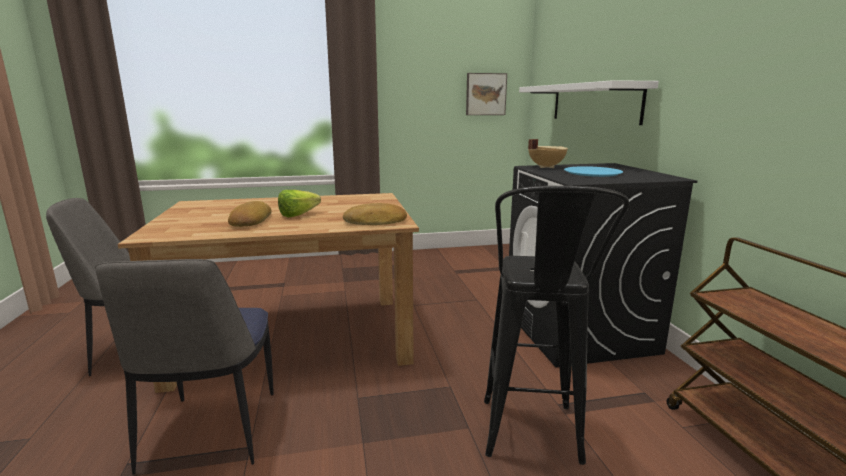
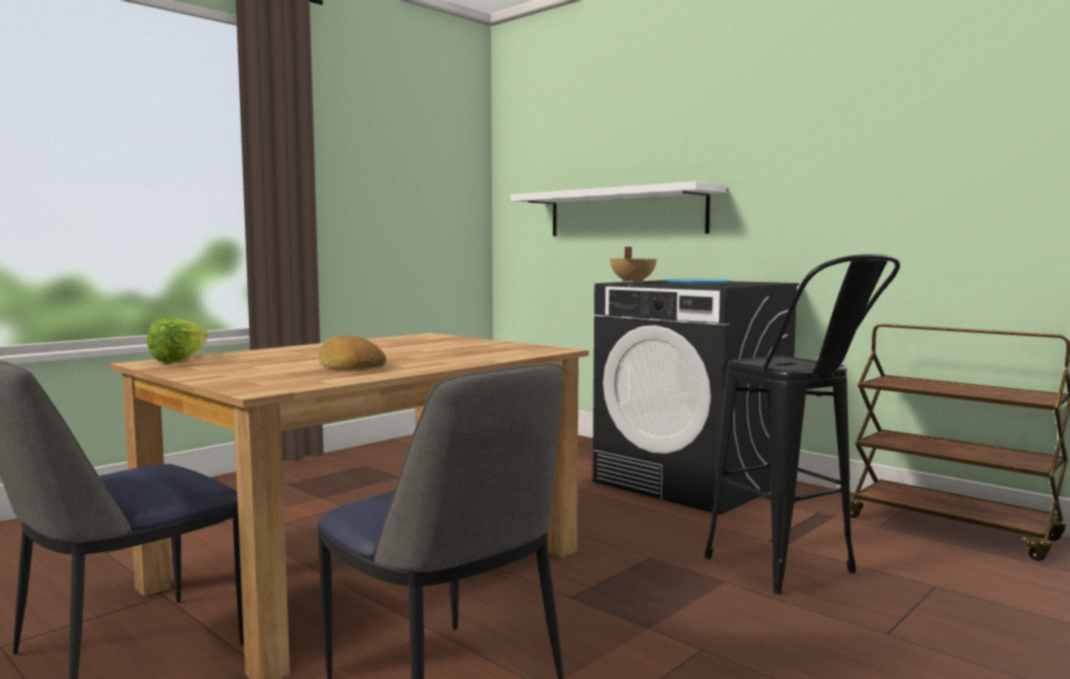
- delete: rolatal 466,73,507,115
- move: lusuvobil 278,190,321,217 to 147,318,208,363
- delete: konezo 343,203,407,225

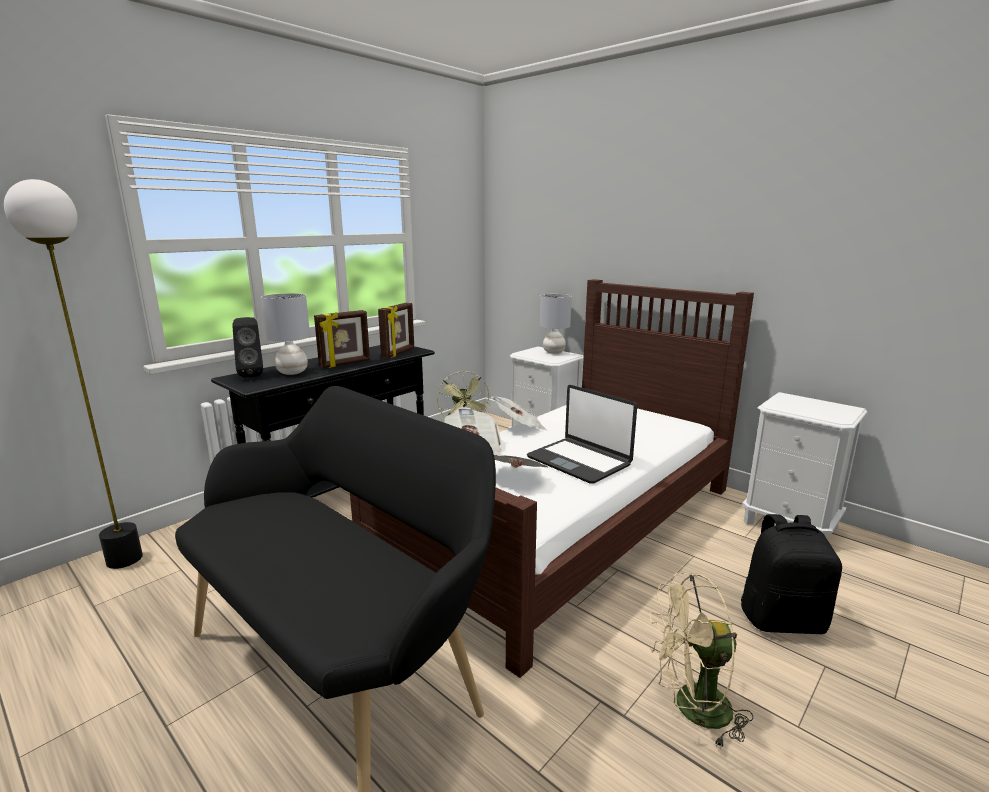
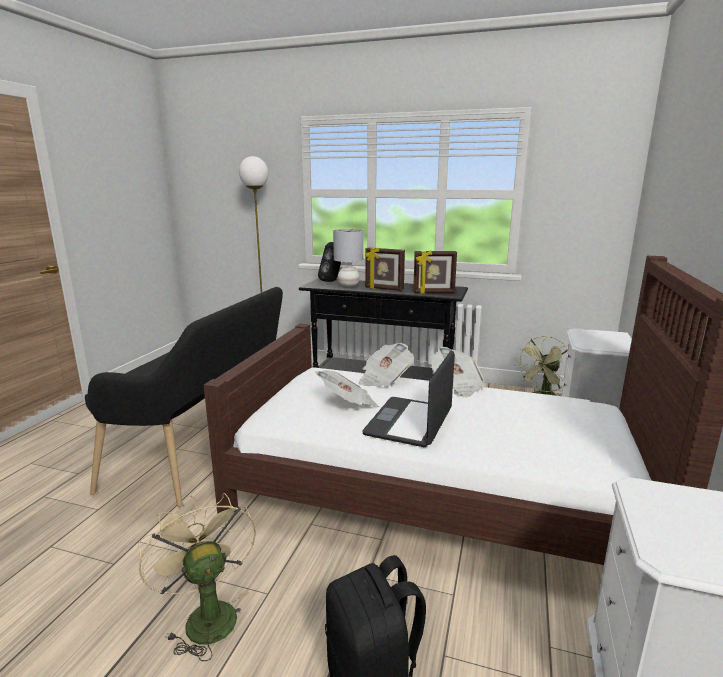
- delete: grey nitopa 540,294,572,354

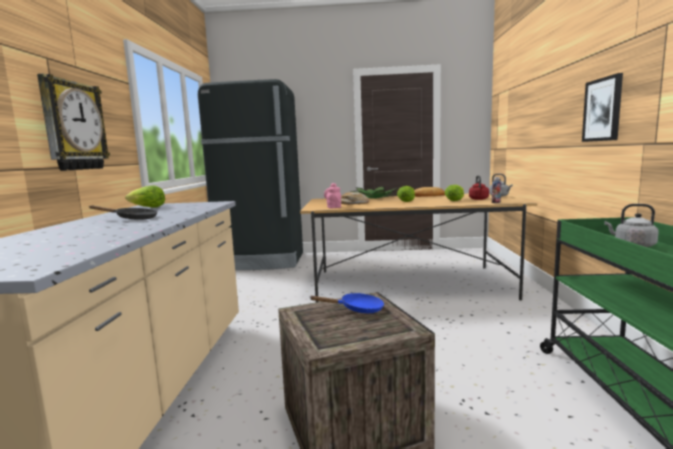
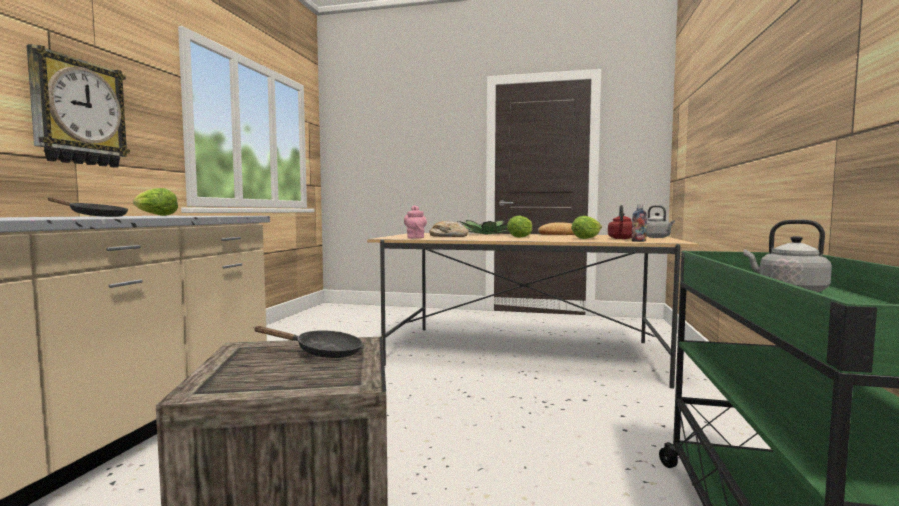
- delete: rolatal 582,73,623,142
- delete: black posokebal 198,79,303,270
- recolor: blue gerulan 309,293,384,313 to black gerulan 253,326,363,358

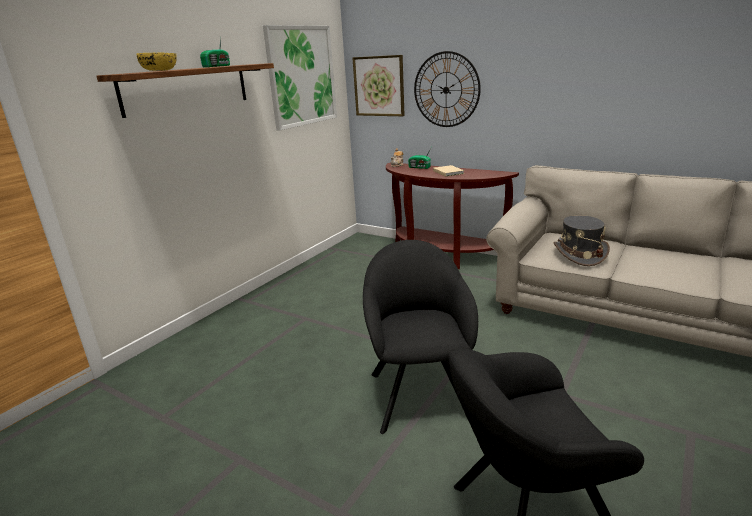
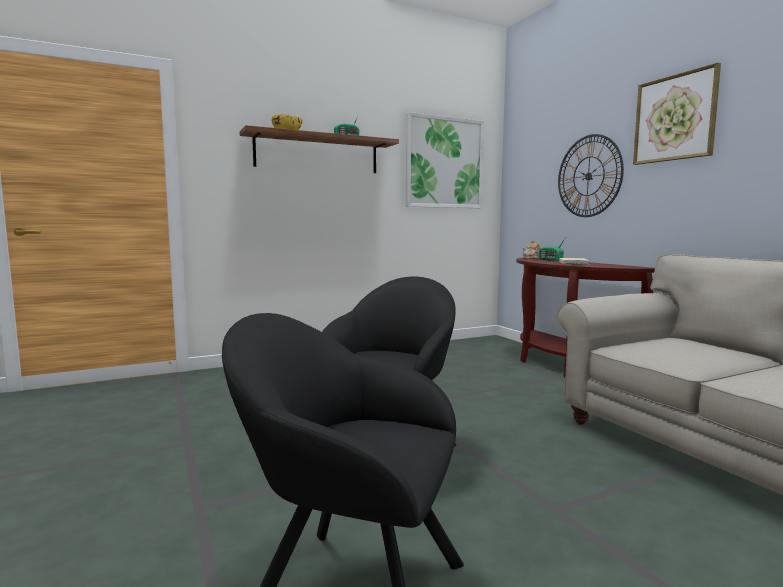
- move: rolatal 353,55,405,116 to 633,63,721,165
- delete: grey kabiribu 554,215,610,266

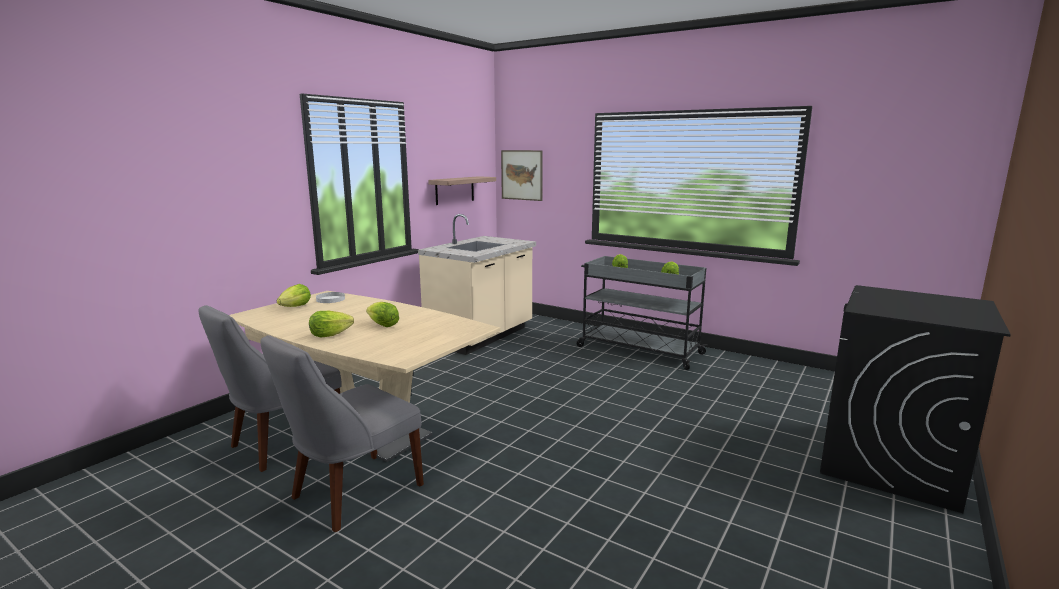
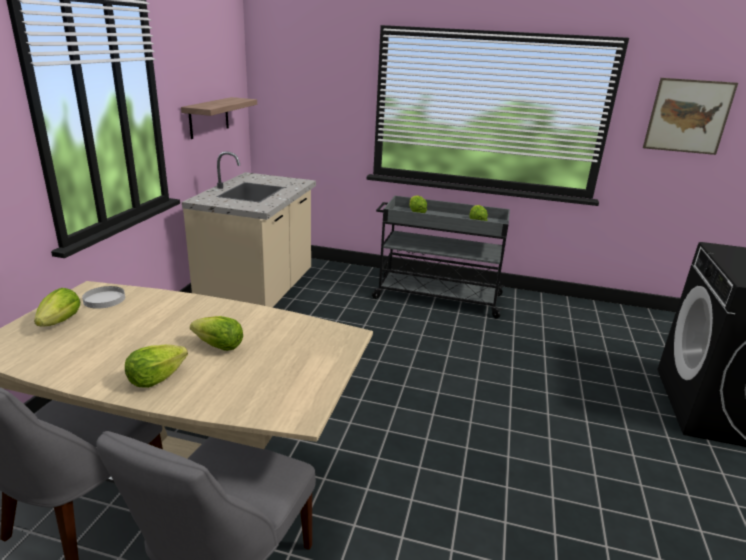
- move: rolatal 501,150,542,201 to 643,78,738,155

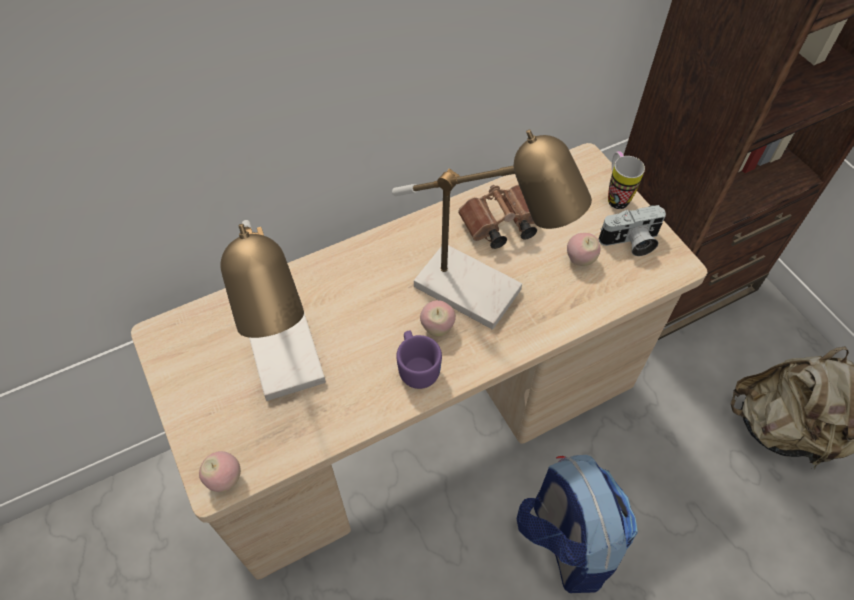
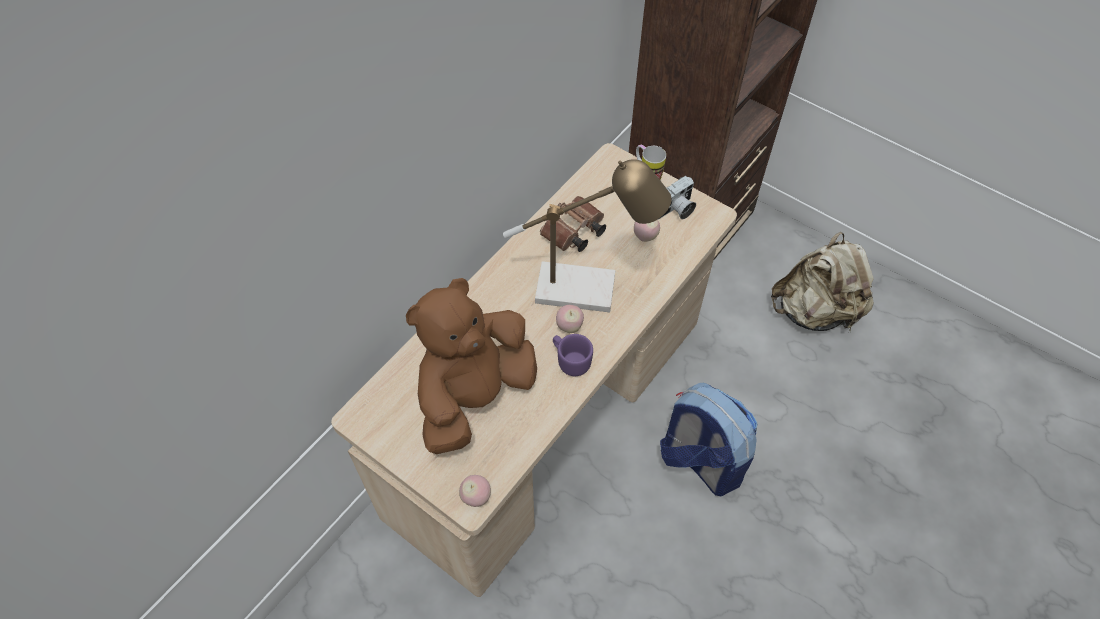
- replace: nitopa 220,220,326,401 to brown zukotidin 406,278,537,454

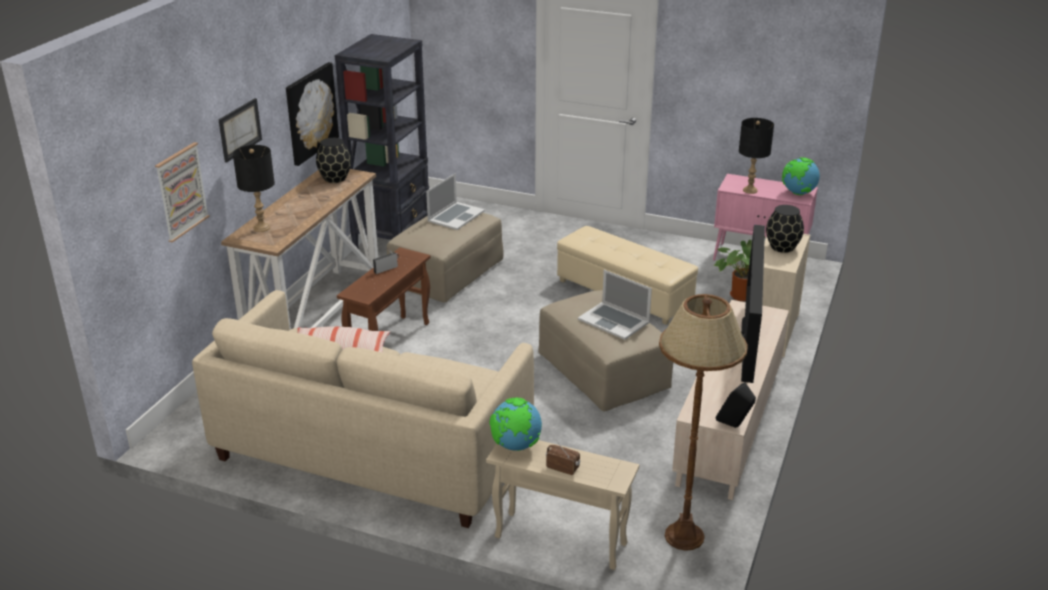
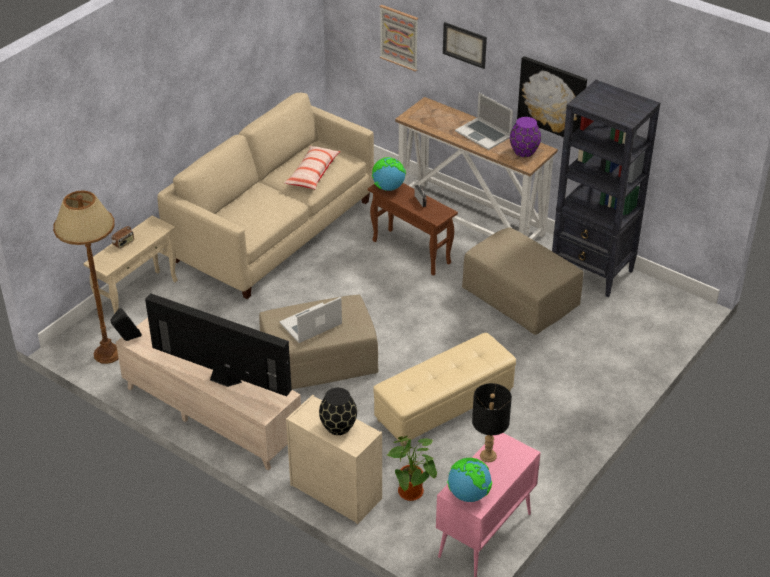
- recolor: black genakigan 316,138,351,183 to purple genakigan 510,117,541,157
- delete: black nitopa 233,145,275,232
- move: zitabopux 426,173,485,230 to 455,93,513,150
- move: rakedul 490,398,542,451 to 372,157,406,191

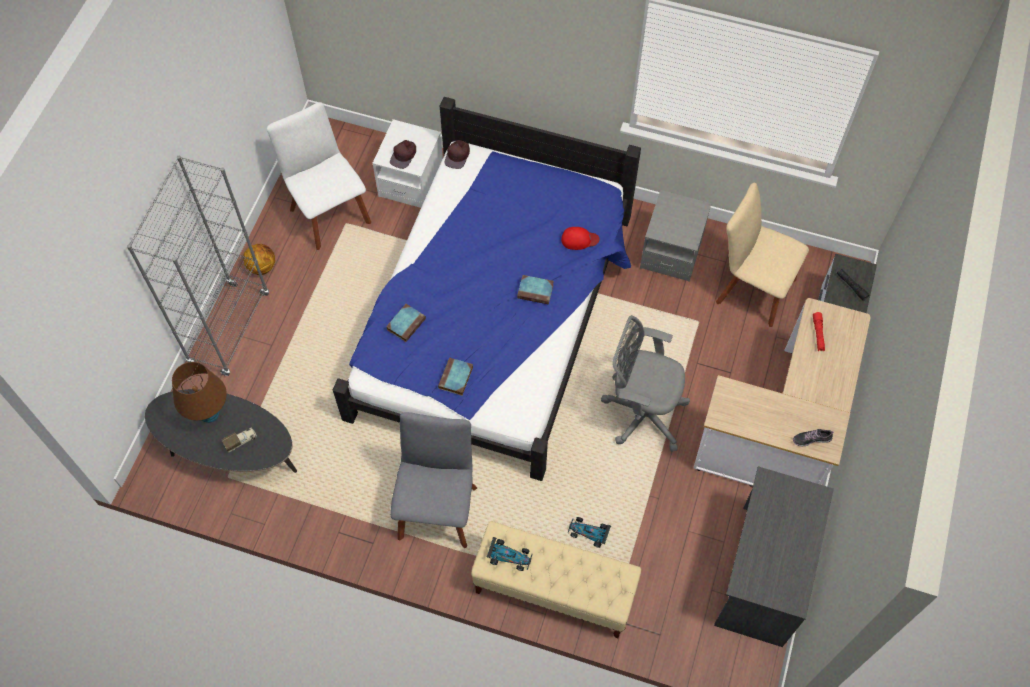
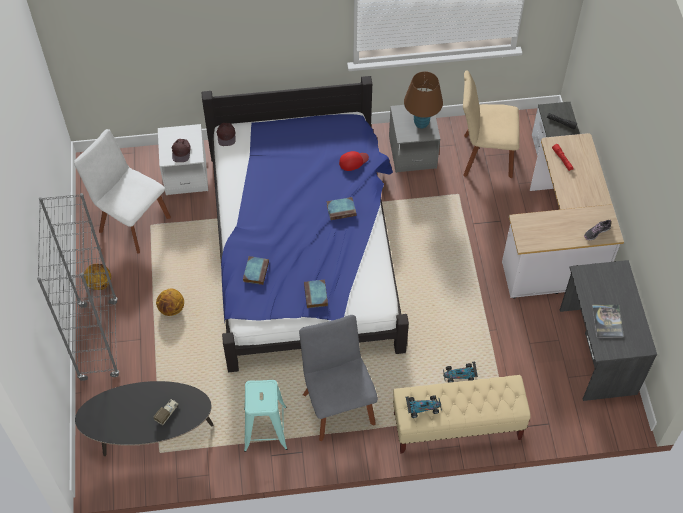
- delete: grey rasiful 601,315,690,452
- move: brown nitopa 172,362,227,423 to 404,71,443,129
- insert: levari 156,289,184,316
- insert: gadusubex 592,304,624,338
- insert: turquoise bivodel 244,380,288,452

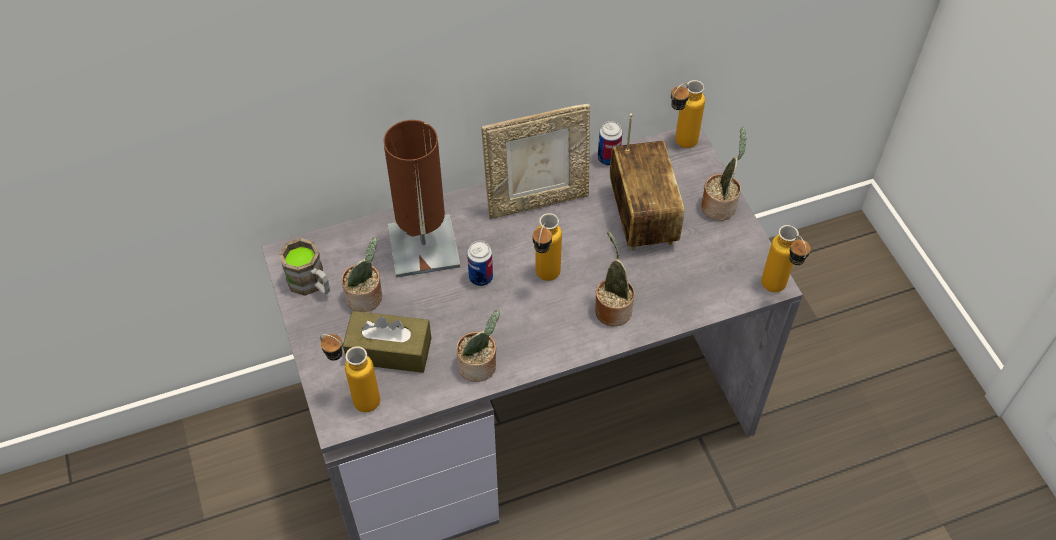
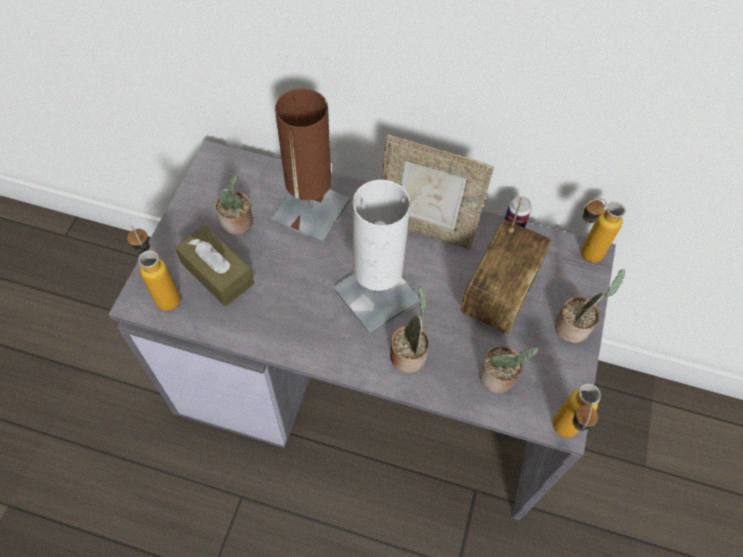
- replace: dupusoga 532,213,562,281 to white nitopa 333,180,420,334
- delete: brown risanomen 279,238,330,296
- delete: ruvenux 467,241,493,286
- move: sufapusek 456,310,500,382 to 479,346,539,393

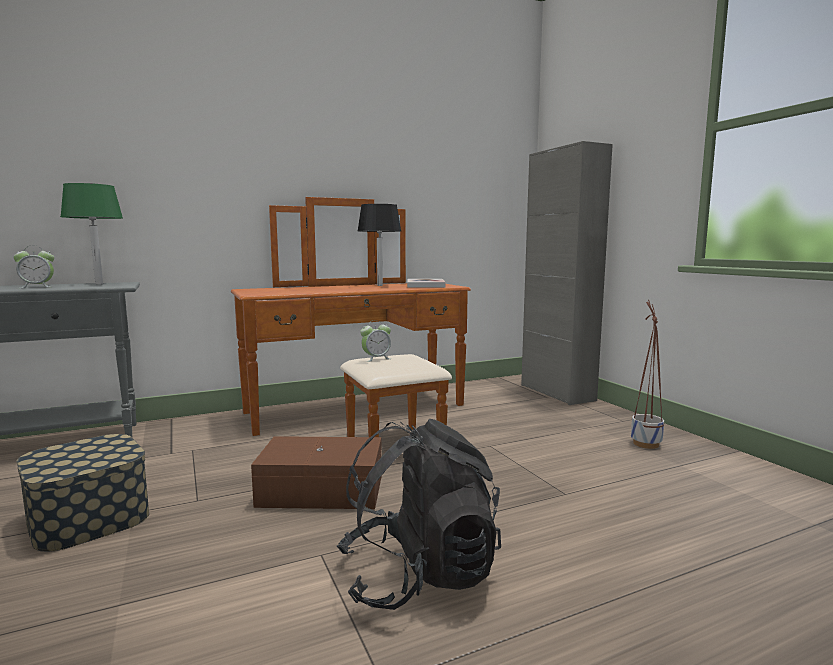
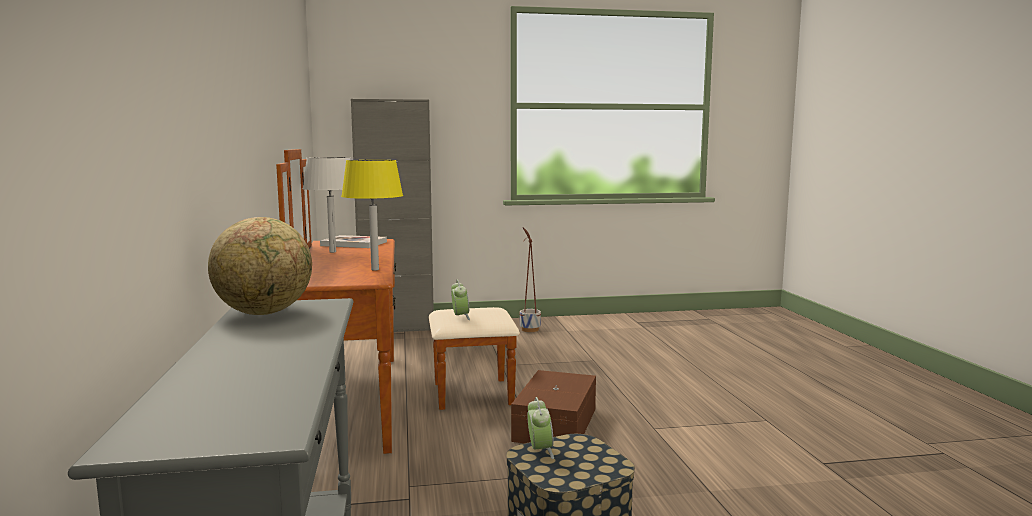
- replace: green nitopa 60,183,123,284 to rakedul 208,217,312,315
- recolor: black nitopa 358,204,401,286 to white nitopa 303,157,350,253
- move: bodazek 13,246,54,288 to 527,397,554,459
- delete: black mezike 337,419,501,610
- insert: yellow nitopa 341,160,403,271

